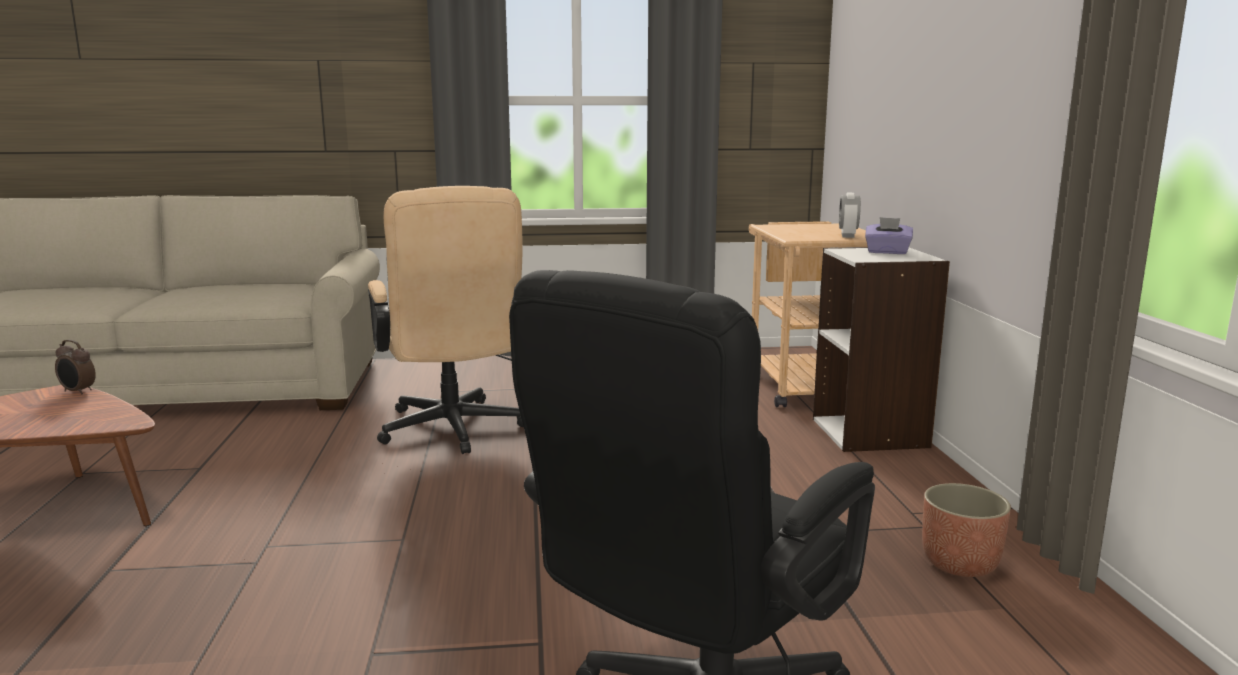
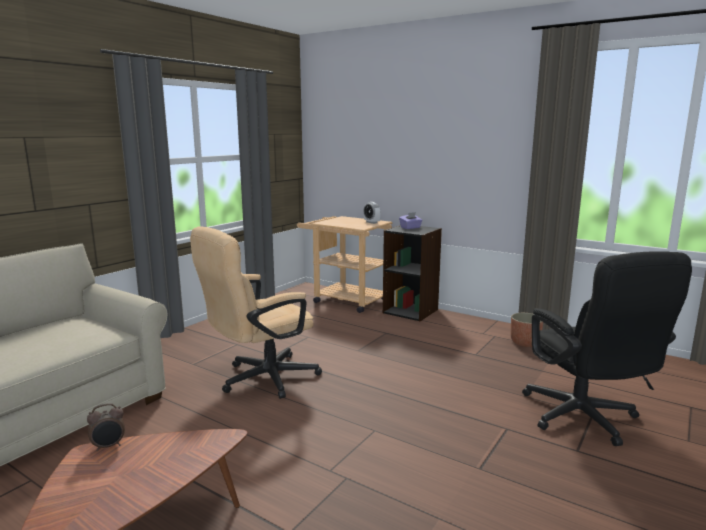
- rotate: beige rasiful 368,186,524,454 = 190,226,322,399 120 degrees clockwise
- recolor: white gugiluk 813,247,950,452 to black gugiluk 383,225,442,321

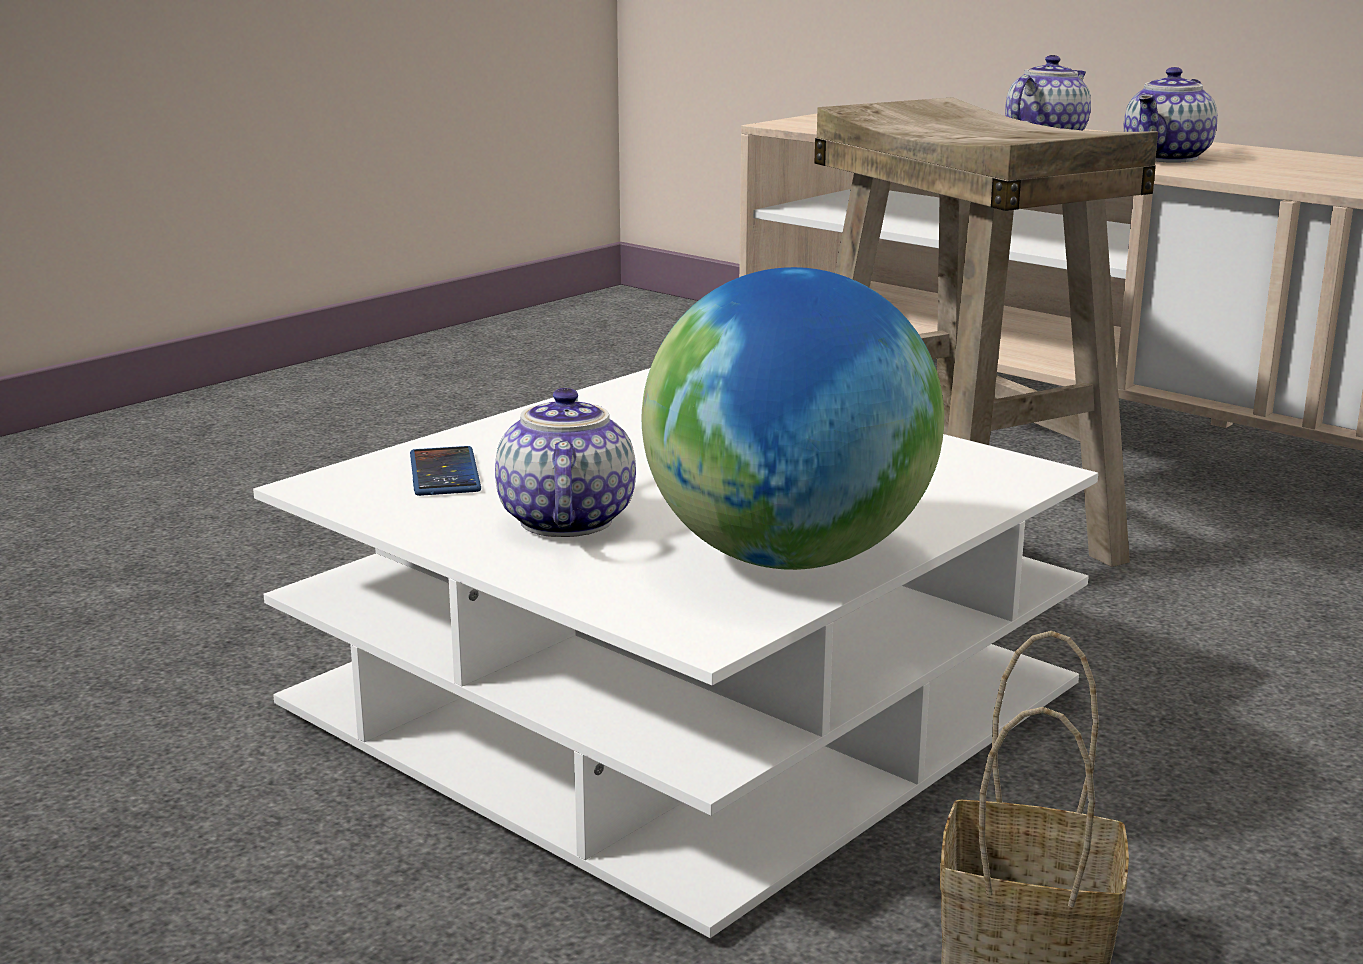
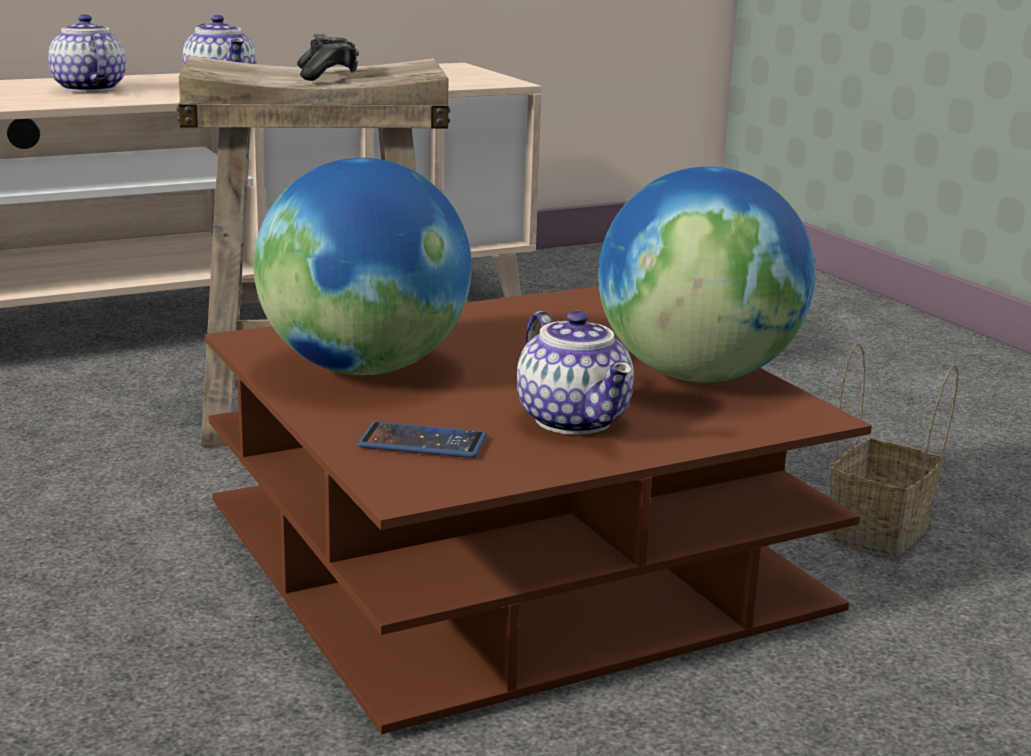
- recolor: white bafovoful 253,368,1098,938 to brown bafovoful 205,286,872,734
- rotate: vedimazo 495,388,636,537 = 517,311,634,435 135 degrees counterclockwise
- insert: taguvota 297,33,359,81
- insert: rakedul 254,158,472,375

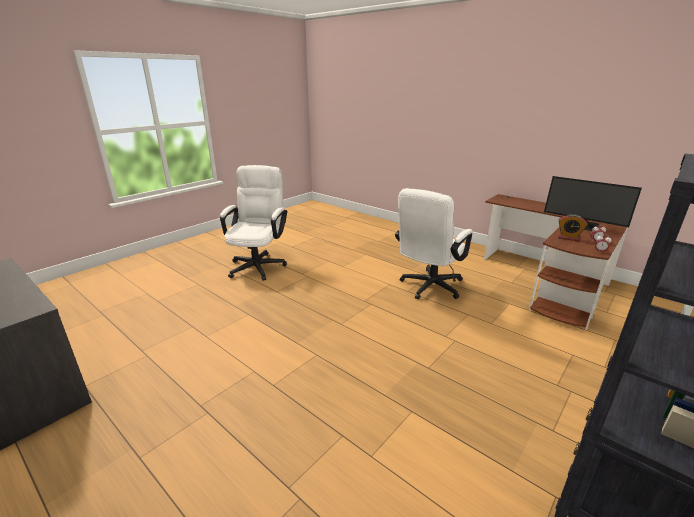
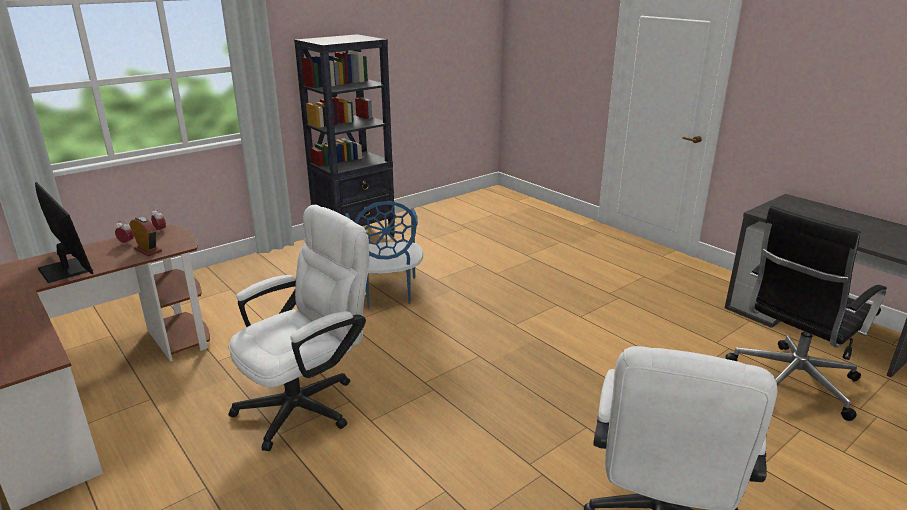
- insert: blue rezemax 345,201,423,308
- insert: black rasiful 725,206,887,421

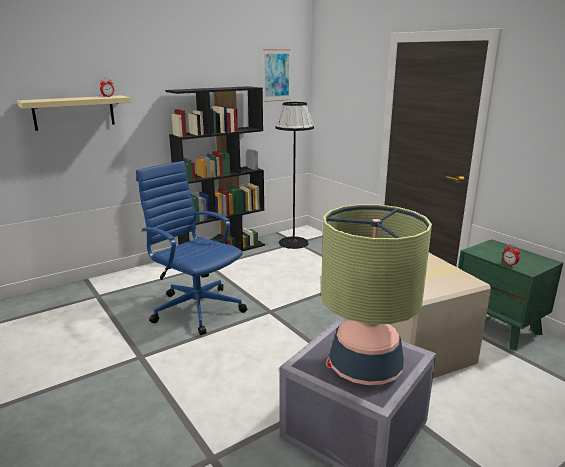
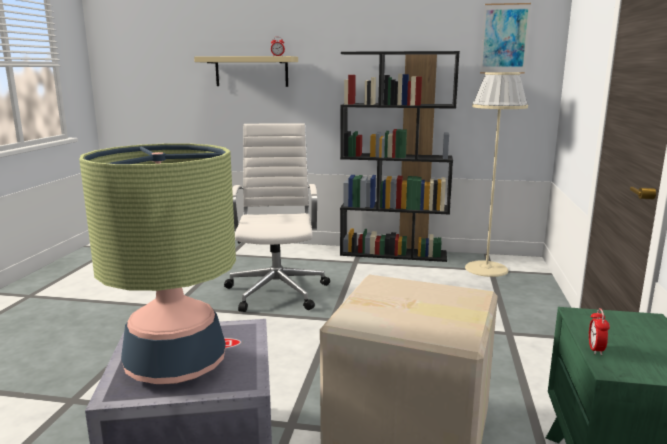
- recolor: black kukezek 275,102,314,249 to beige kukezek 465,72,528,277
- recolor: blue rasiful 136,161,247,335 to white rasiful 224,123,330,312

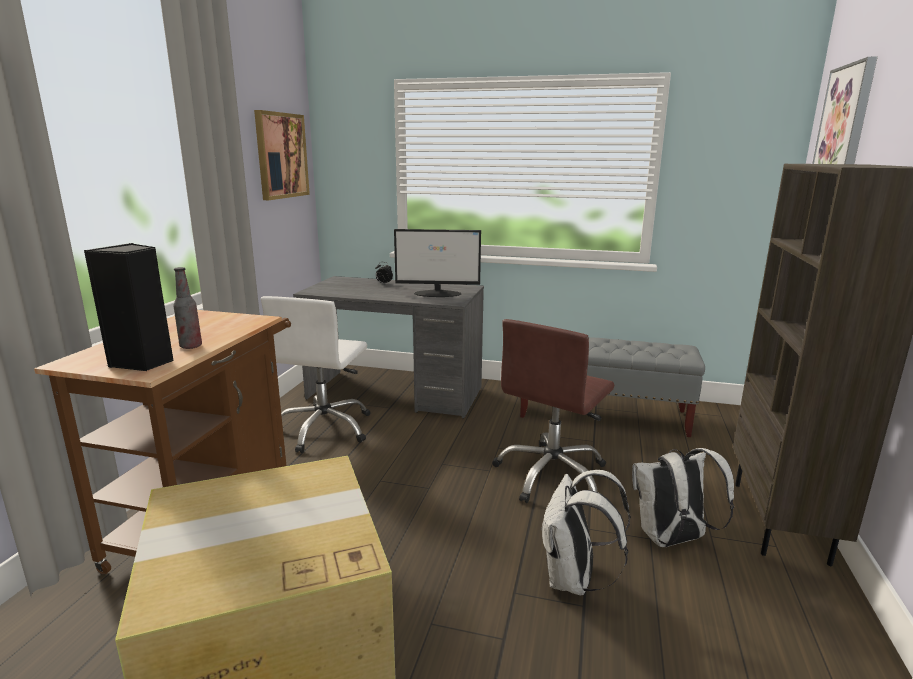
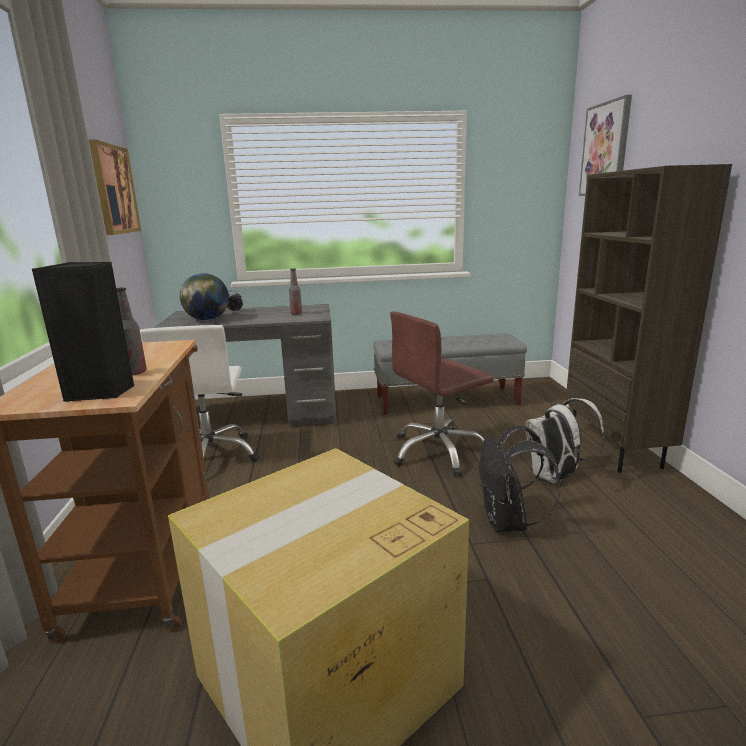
- replace: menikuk 394,229,481,297 to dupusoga 289,269,302,315
- rotate: brown rasiful 492,319,615,503 = 390,311,493,477 45 degrees clockwise
- recolor: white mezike 541,470,631,595 to black mezike 479,426,561,532
- insert: rakedul 180,273,229,320

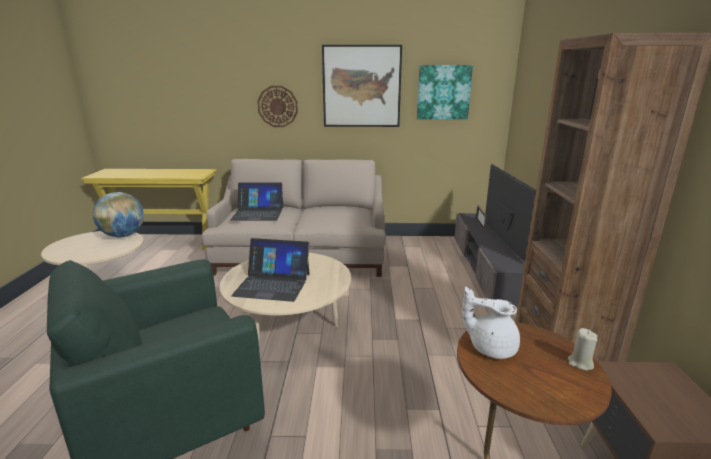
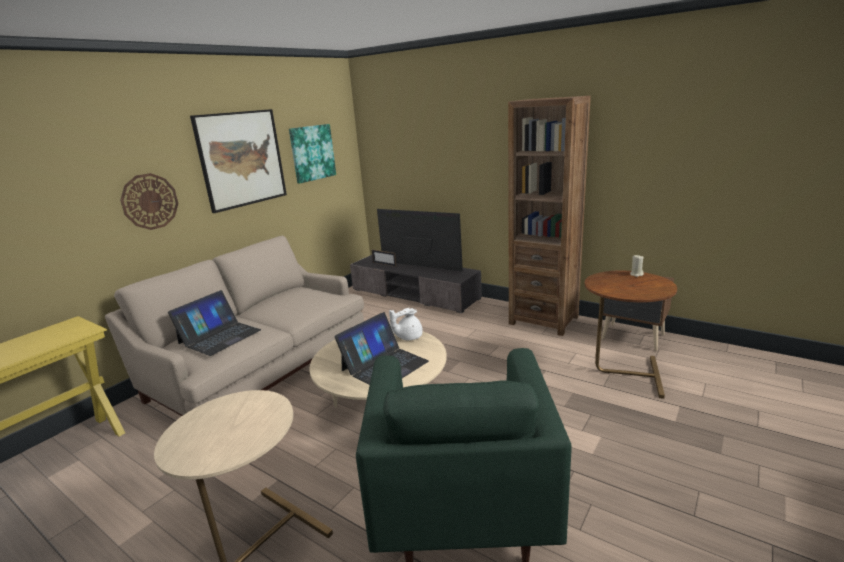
- delete: rakedul 93,192,144,237
- move: white vedimazo 462,287,520,359 to 389,308,423,340

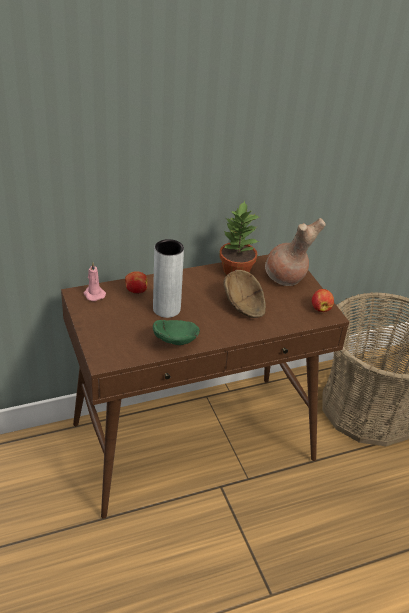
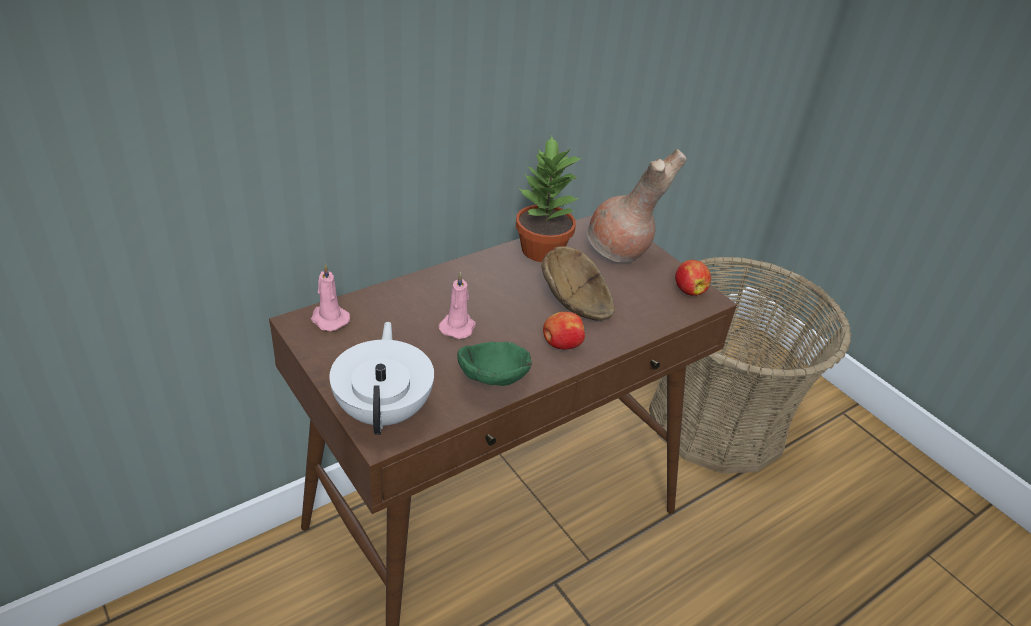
- replace: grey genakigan 153,239,184,318 to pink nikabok 439,272,476,339
- move: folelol 125,271,147,293 to 543,312,585,350
- insert: white vedimazo 329,322,434,435

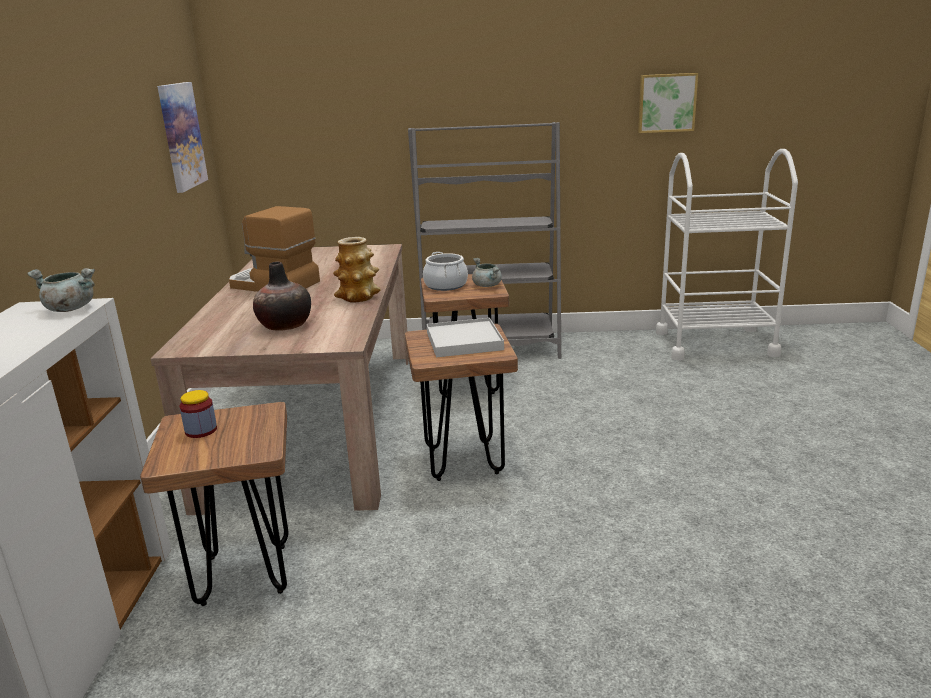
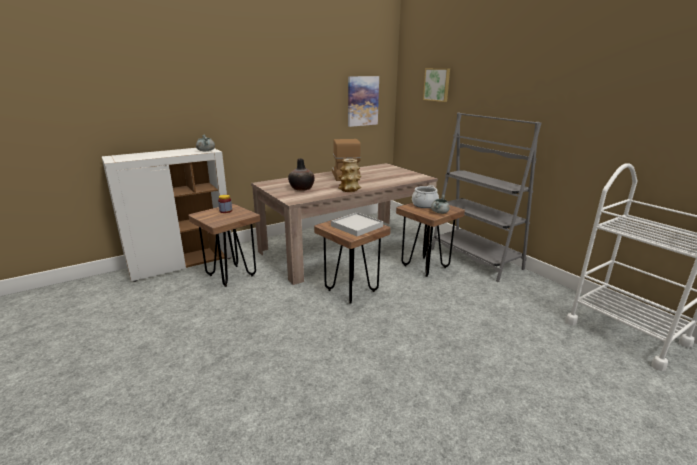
- move: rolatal 638,73,698,133 to 423,68,450,102

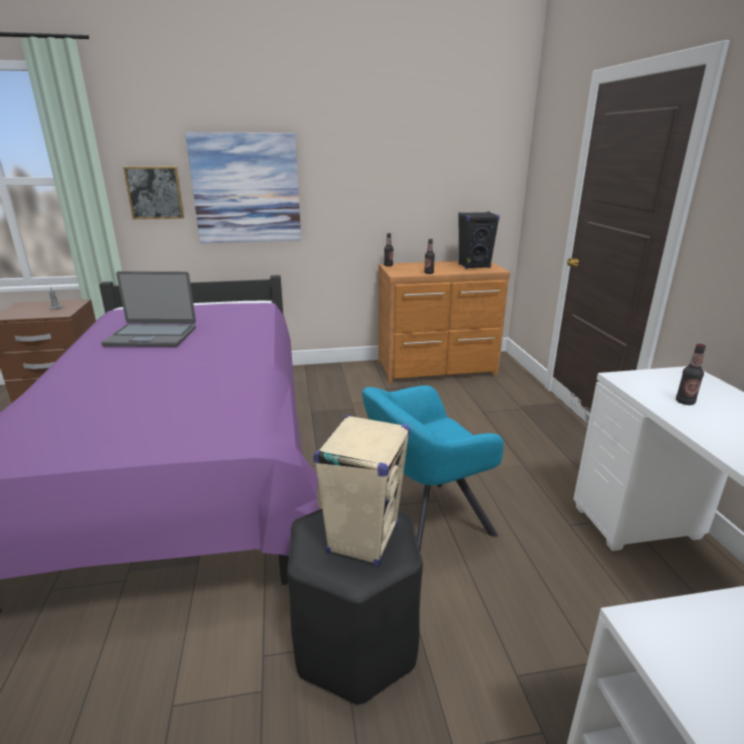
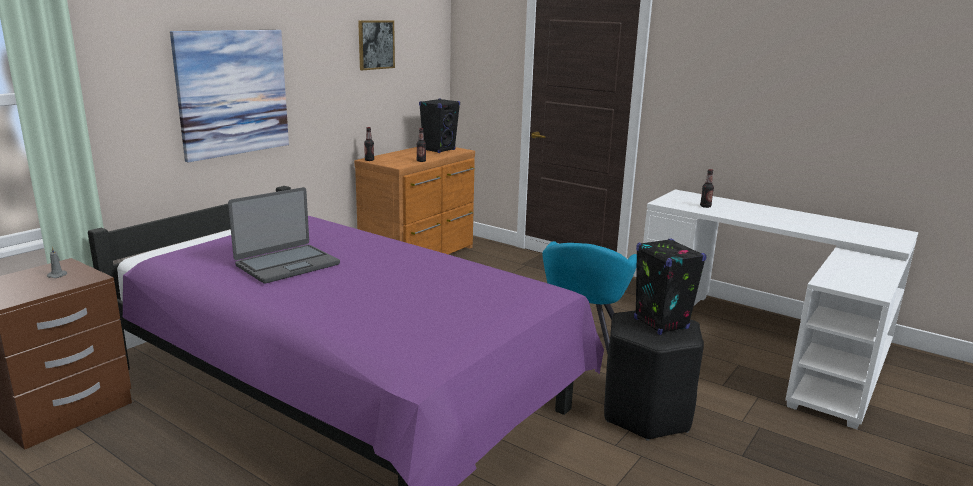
- move: rolatal 123,166,184,219 to 358,20,395,70
- recolor: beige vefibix 313,414,410,566 to black vefibix 634,238,707,335

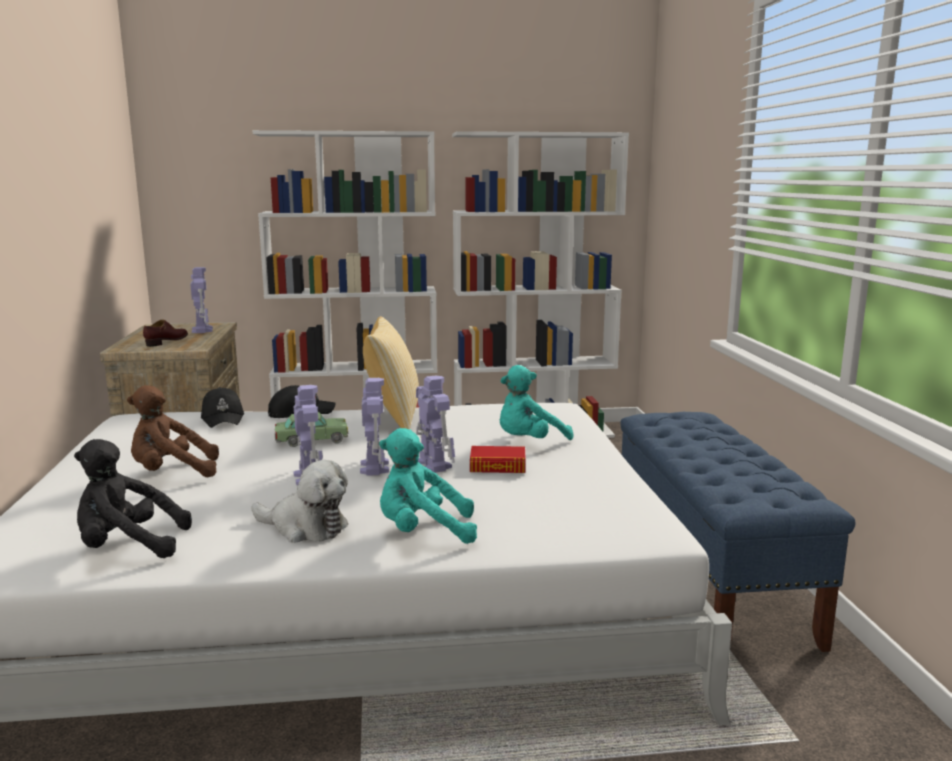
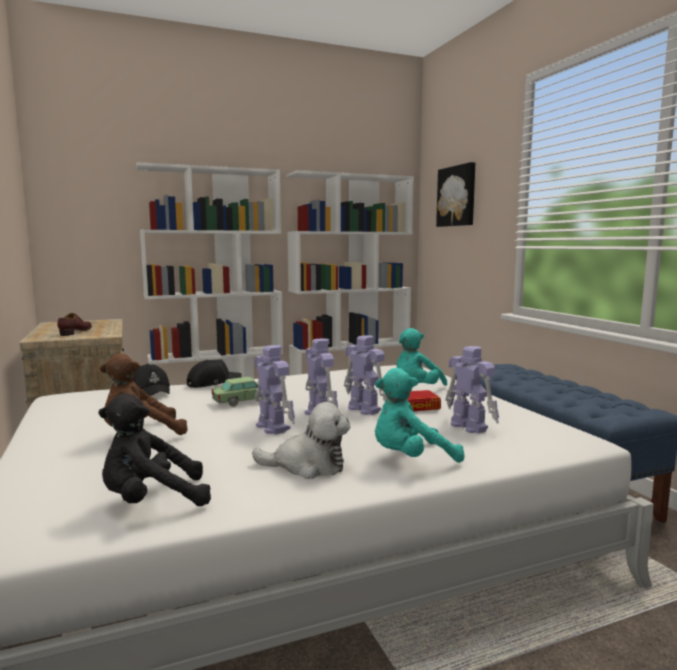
- move: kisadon 190,267,213,333 to 445,346,499,434
- delete: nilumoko 363,316,419,429
- insert: rolatal 436,162,475,227

